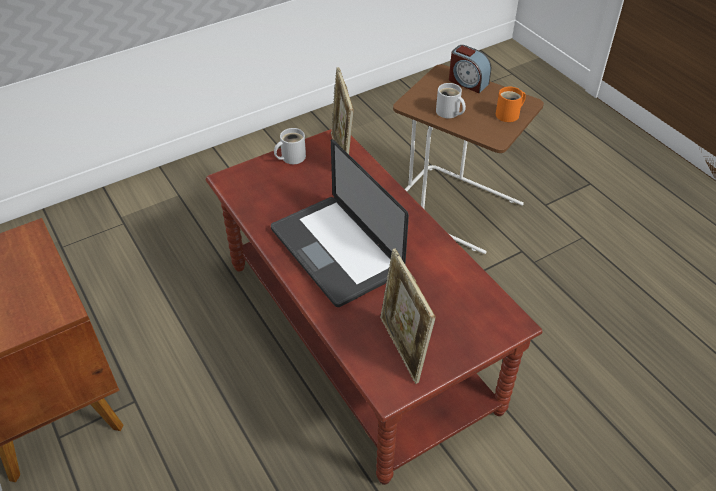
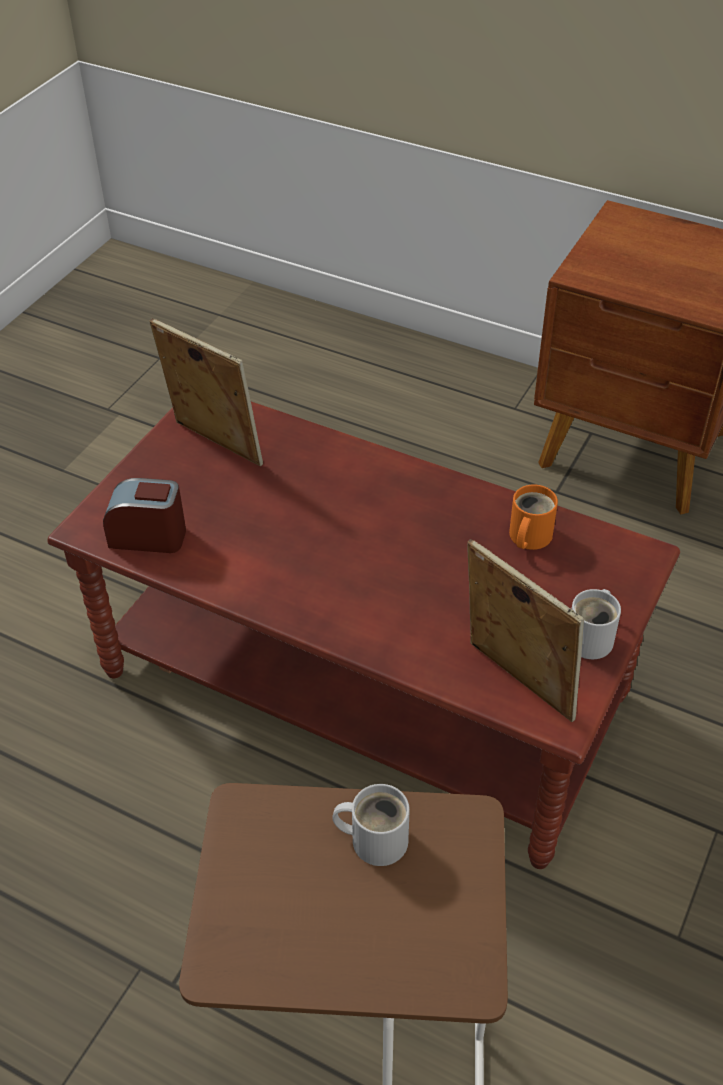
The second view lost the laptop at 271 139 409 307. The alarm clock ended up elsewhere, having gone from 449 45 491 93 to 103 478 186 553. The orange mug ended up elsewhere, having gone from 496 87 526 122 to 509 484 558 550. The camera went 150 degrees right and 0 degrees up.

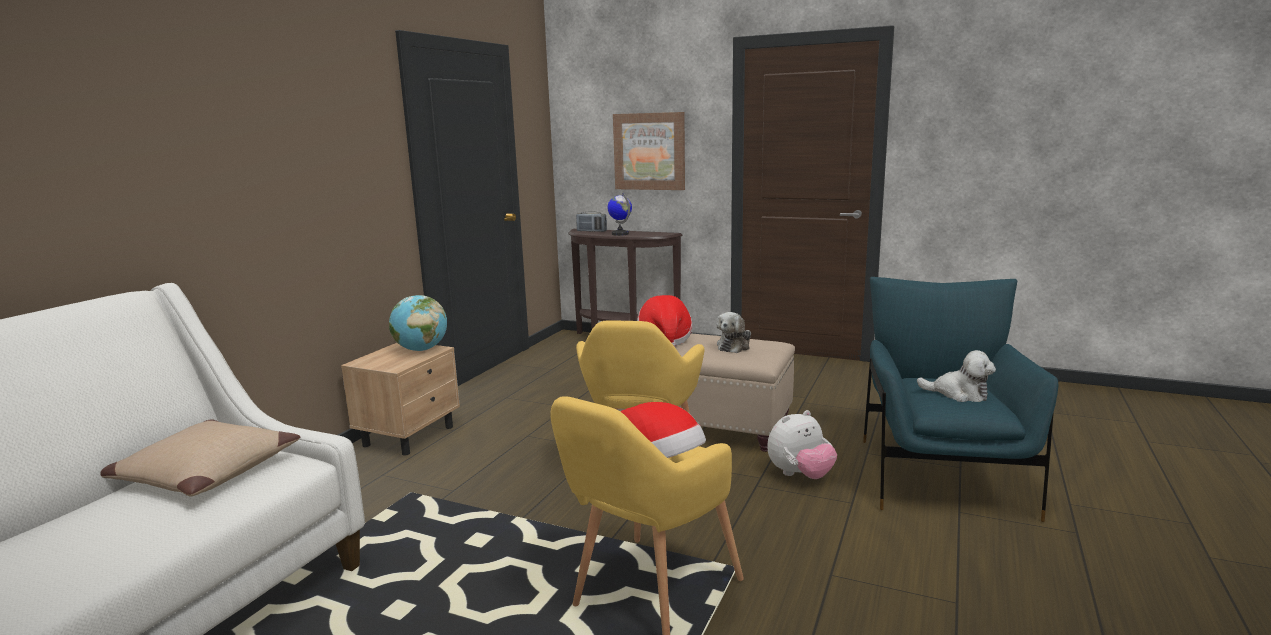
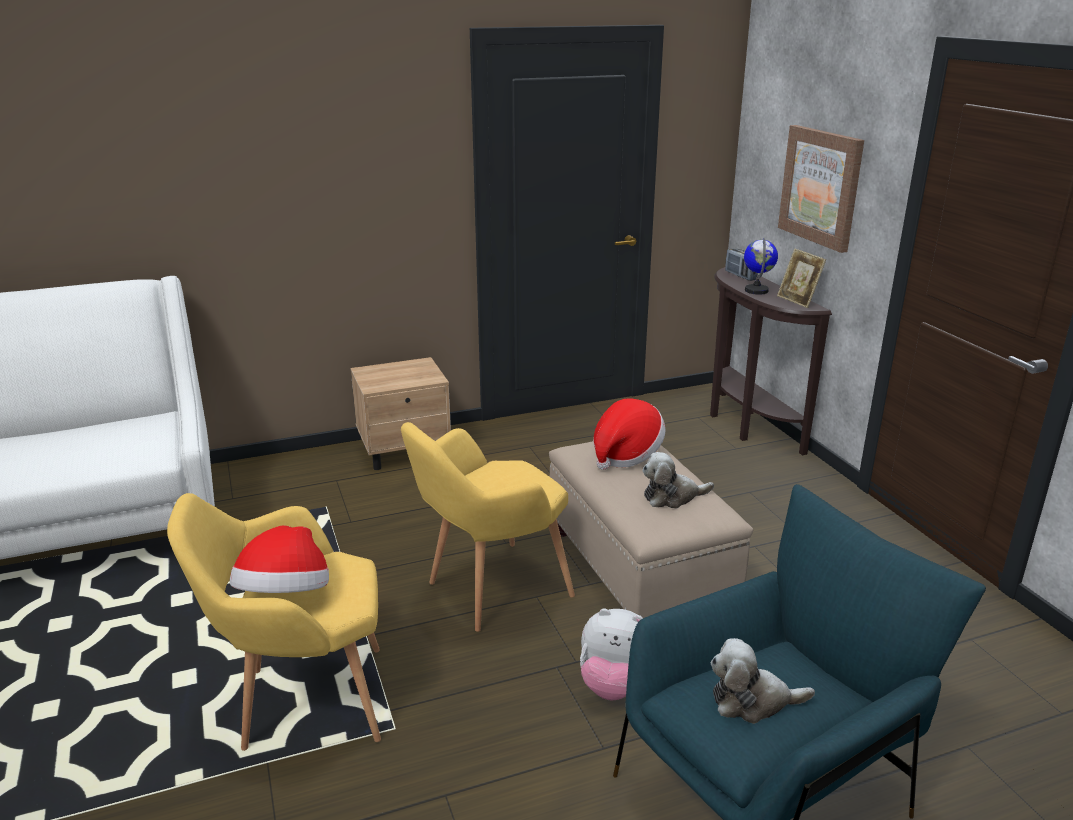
The second view lost the beige pillow at 100 419 300 496. The second view lost the globe at 389 295 447 351. The second view gained the picture frame at 777 248 826 308. The plush toy at 917 350 996 402 ended up facing another way, 105 degrees clockwise from before. The camera went 45 degrees right and 10 degrees up.

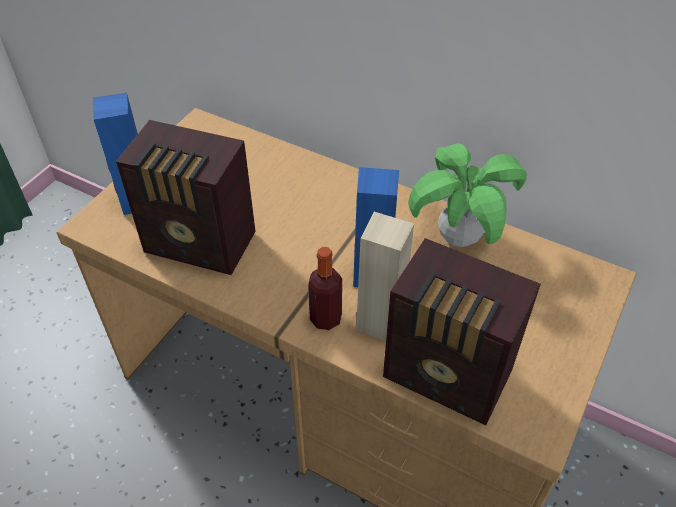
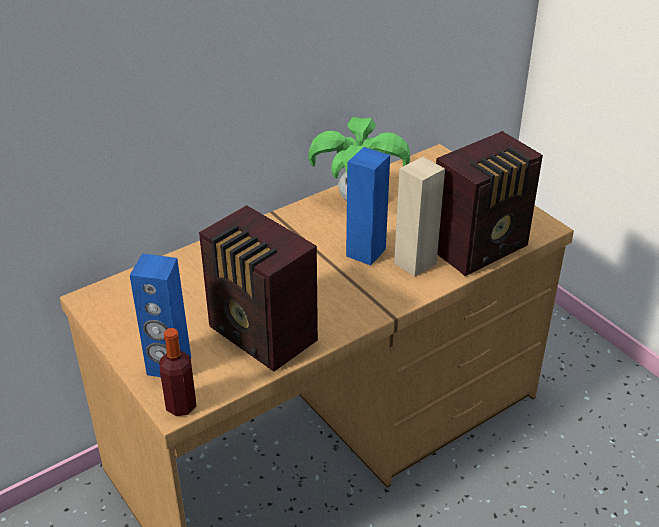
The bottle ended up elsewhere, having gone from 308 247 342 330 to 159 328 197 416. The radio at 116 120 255 275 ended up facing another way, 90 degrees clockwise from before. The camera went 65 degrees left and 10 degrees down.

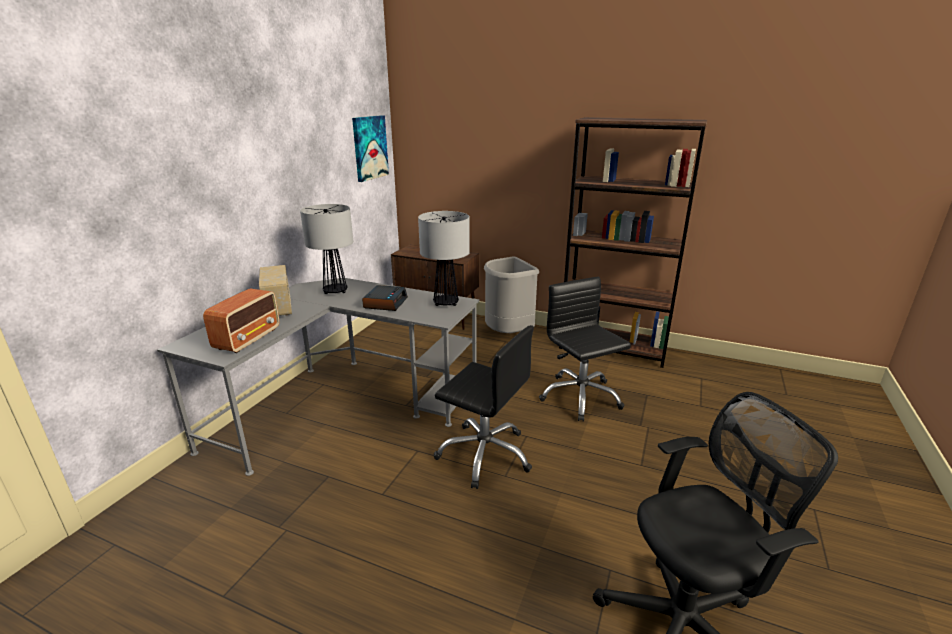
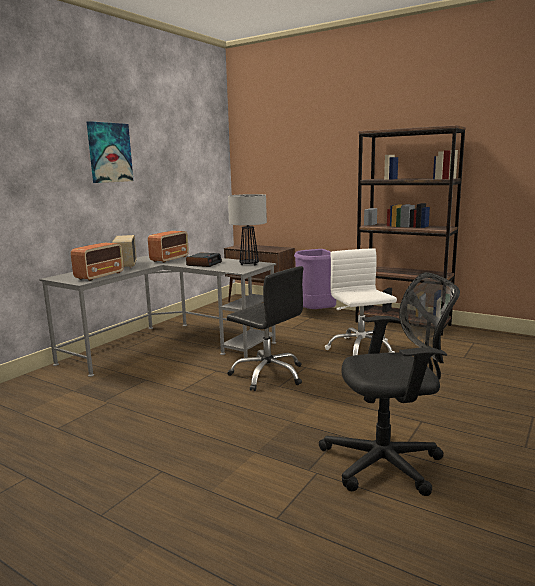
The picture ended up elsewhere, having gone from 352 115 389 182 to 87 121 133 183. Where the table lamp stood at 300 204 353 294, the radio came to stand at 148 231 189 263. What was the grey trash can at 484 256 539 333 turned into the purple trash can at 294 249 336 309. What was the black office chair at 539 277 631 422 turned into the white office chair at 325 248 397 356. The camera went 10 degrees right and 10 degrees down.

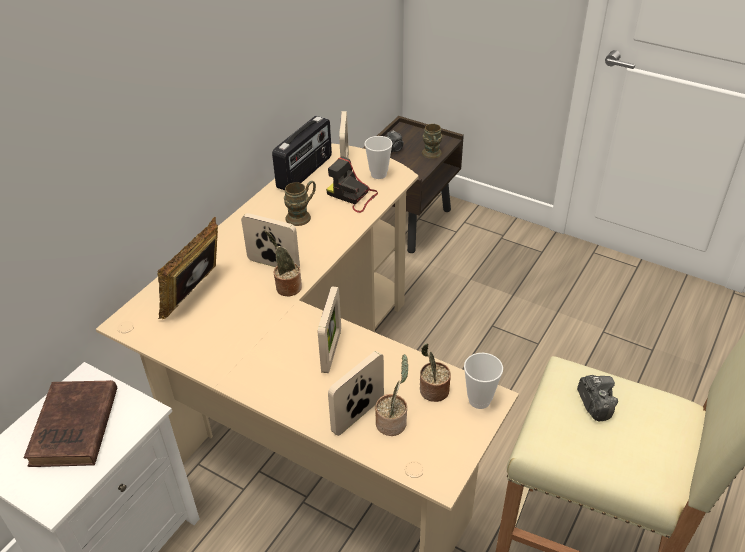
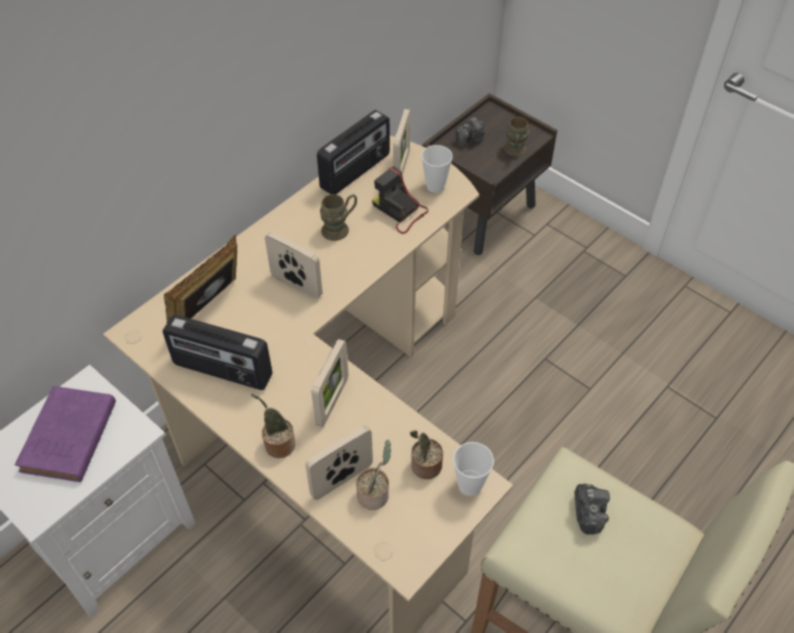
The second view gained the radio at 163 314 273 390. The potted plant ended up elsewhere, having gone from 265 231 302 297 to 251 394 295 458. What was the brown book at 24 380 117 467 turned into the purple book at 15 386 116 482. The camera went 10 degrees right and 10 degrees up.

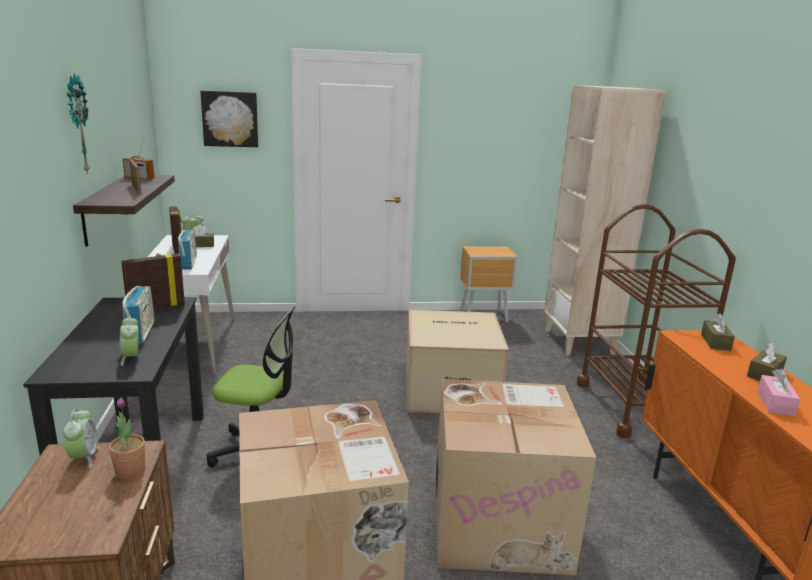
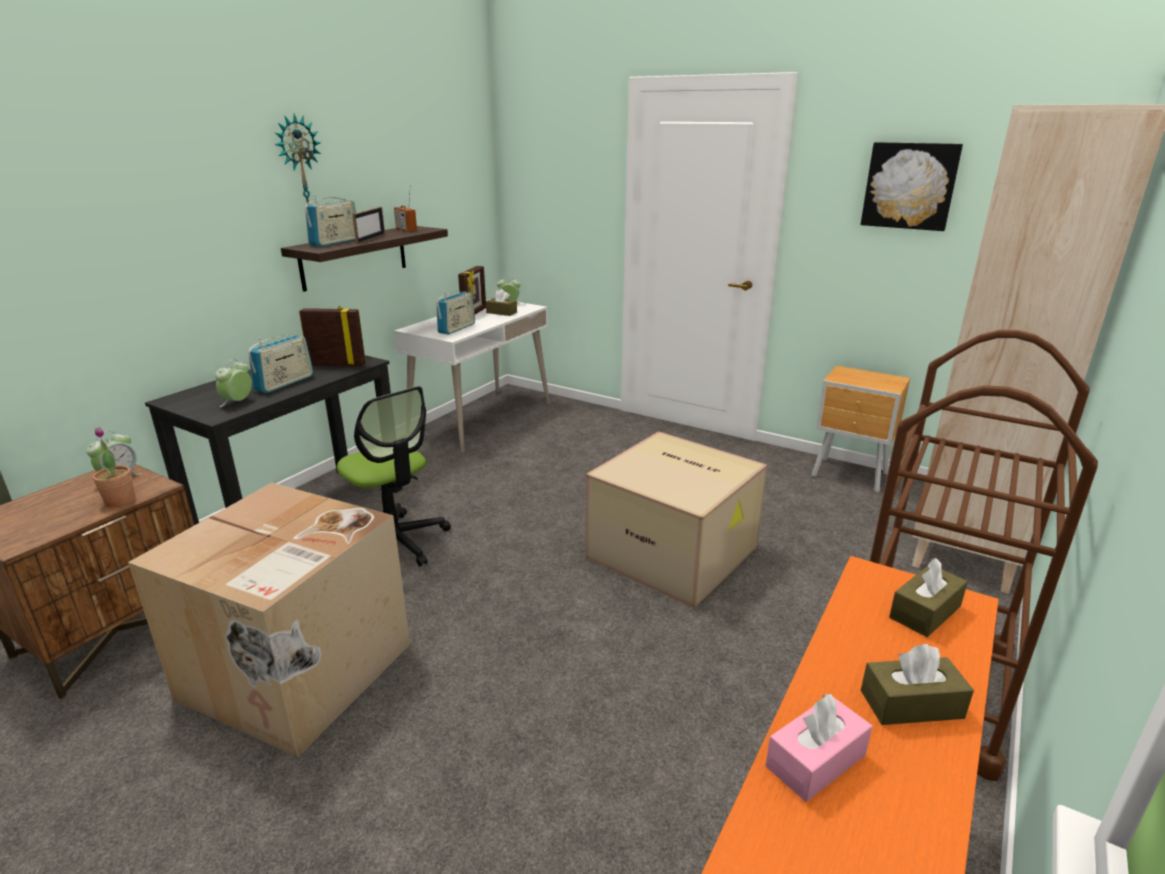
The second view lost the cardboard box at 435 379 596 575. The second view gained the radio at 305 194 356 247. The picture ended up elsewhere, having gone from 200 91 258 147 to 861 142 963 231. The camera went 40 degrees right and 5 degrees up.

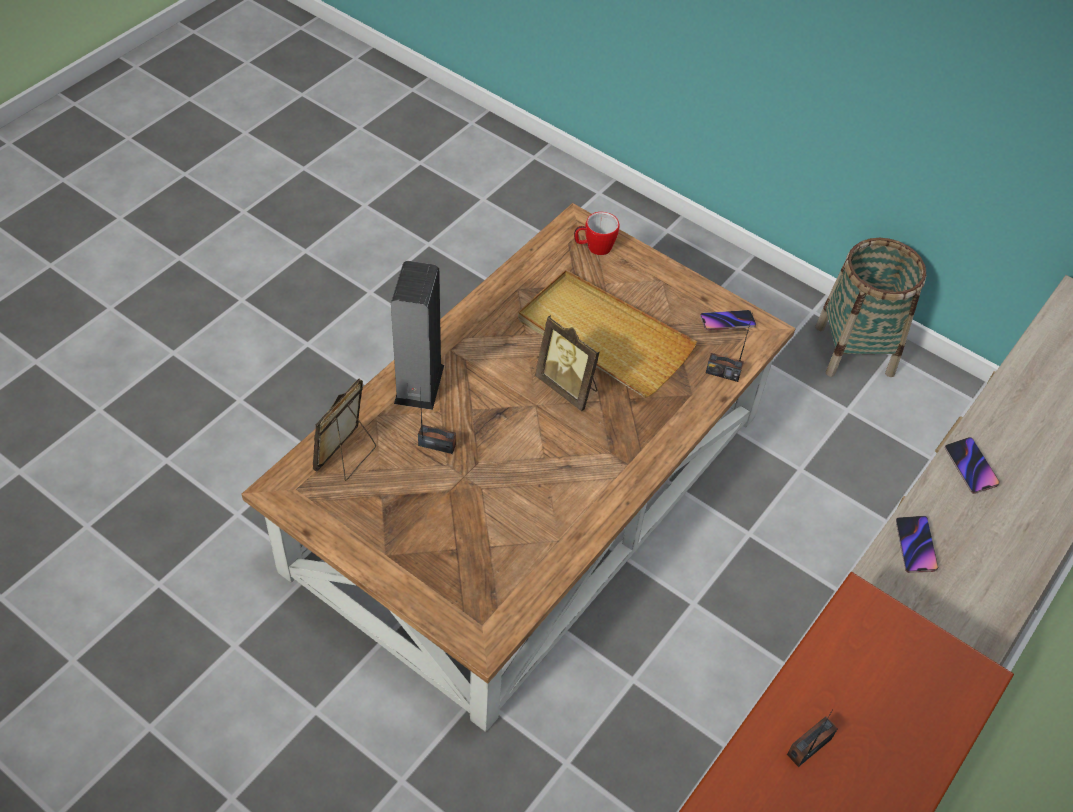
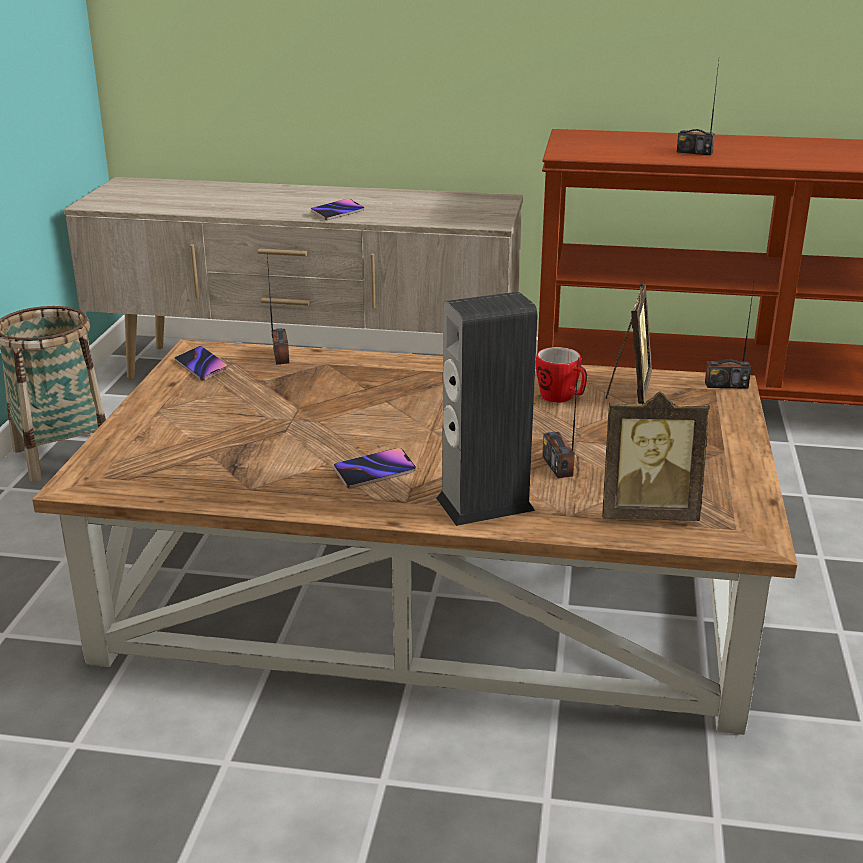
The second view lost the beige tray at 518 270 697 398. The second view gained the radio at 705 279 755 389. The picture frame ended up elsewhere, having gone from 535 315 600 411 to 605 284 652 404. The mug ended up elsewhere, having gone from 574 212 619 255 to 536 347 587 403. The phone ended up elsewhere, having gone from 896 516 938 573 to 334 448 416 489. The camera went 115 degrees left and 25 degrees down.

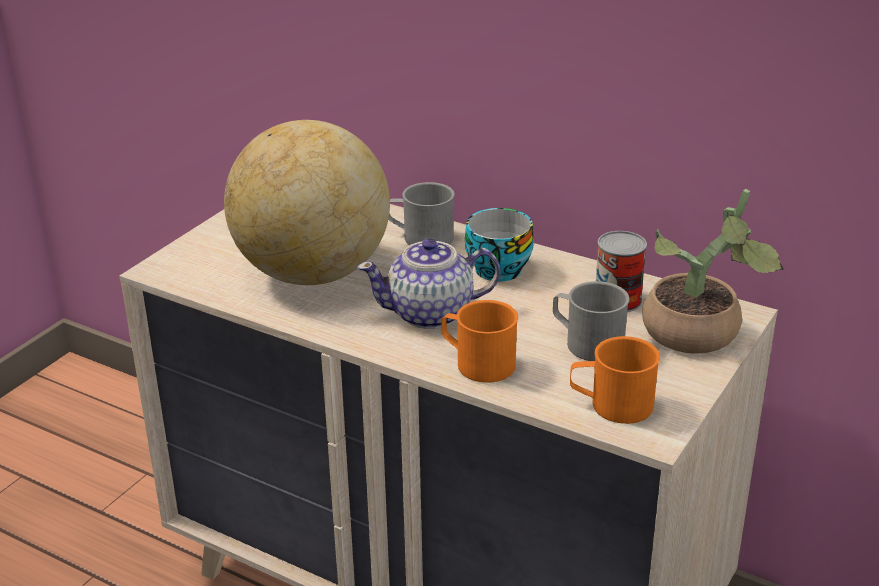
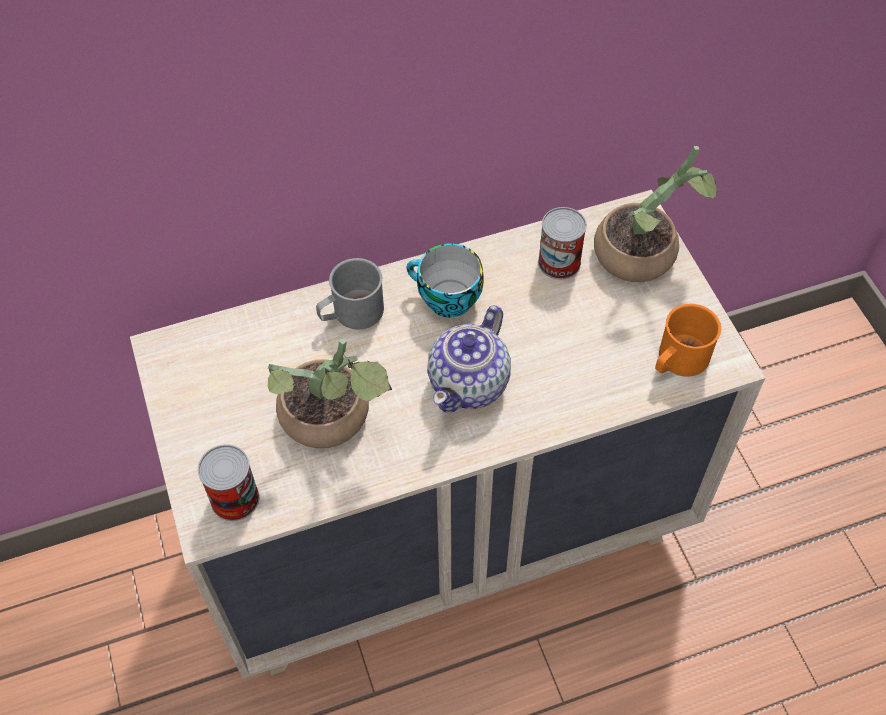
The second view lost the orange mug at 441 300 518 383. The second view lost the grey mug at 553 281 629 361. The second view gained the can at 198 445 259 521. Where the globe stood at 224 120 390 285, the potted plant came to stand at 268 338 392 448. The camera went 50 degrees left and 25 degrees up.

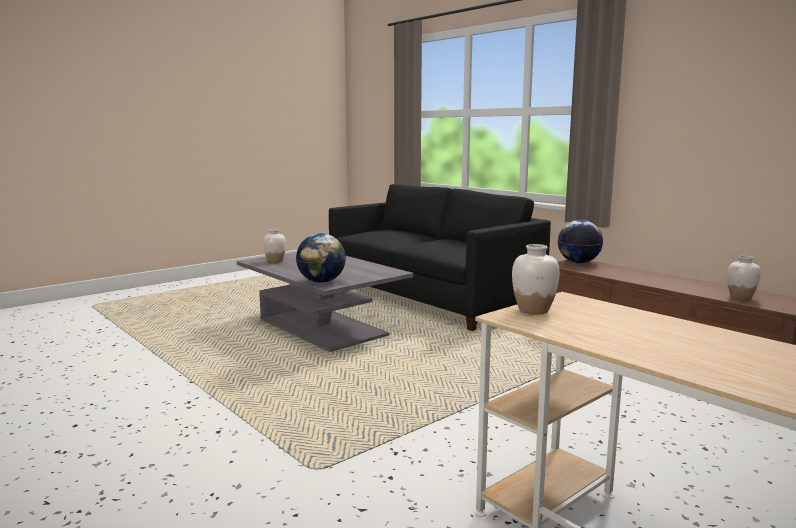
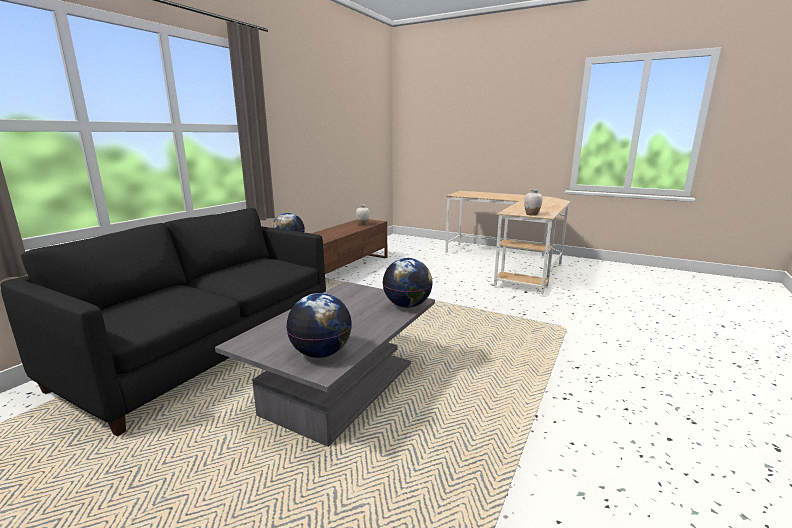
Where the white vase stood at 263 229 286 263, the globe came to stand at 287 293 352 358. The camera went 110 degrees left and 5 degrees up.

